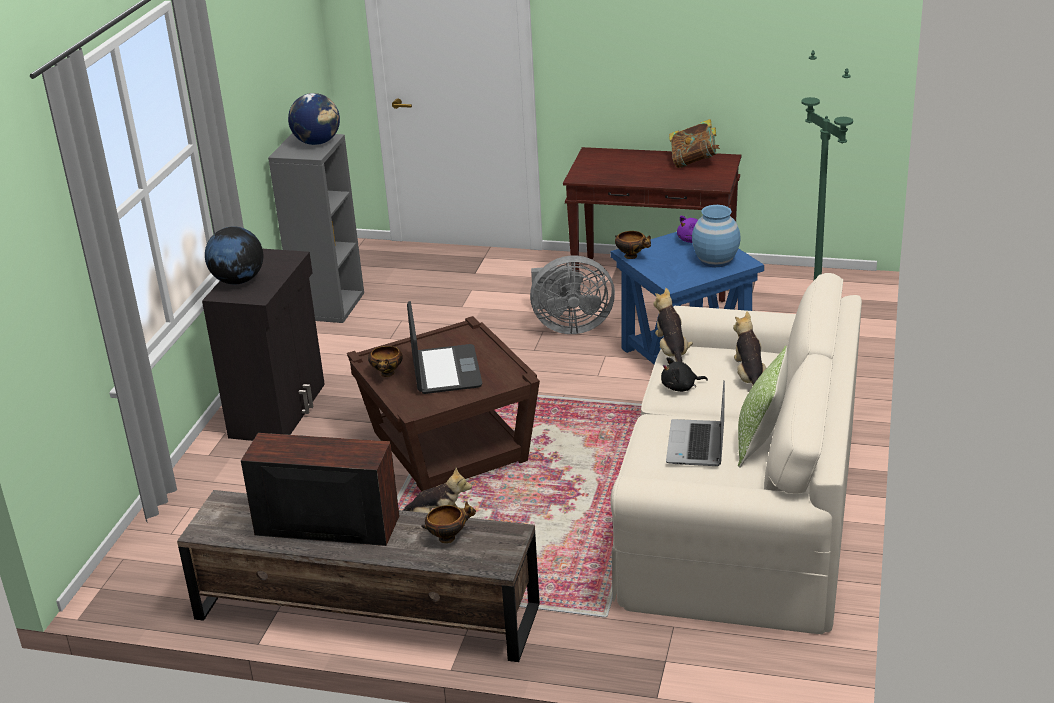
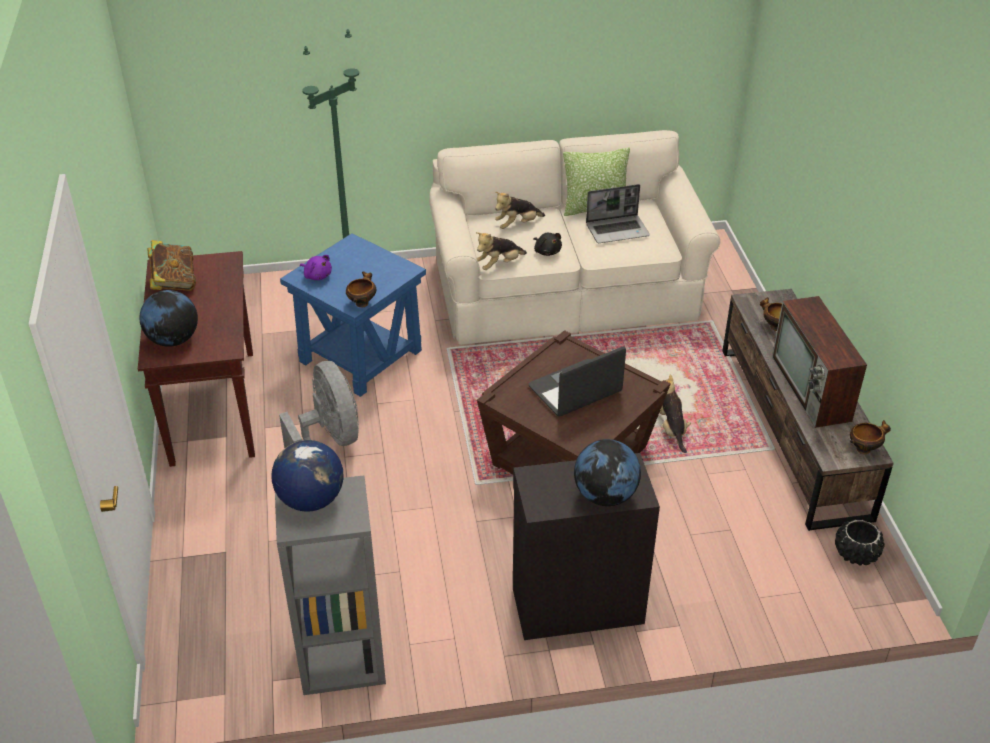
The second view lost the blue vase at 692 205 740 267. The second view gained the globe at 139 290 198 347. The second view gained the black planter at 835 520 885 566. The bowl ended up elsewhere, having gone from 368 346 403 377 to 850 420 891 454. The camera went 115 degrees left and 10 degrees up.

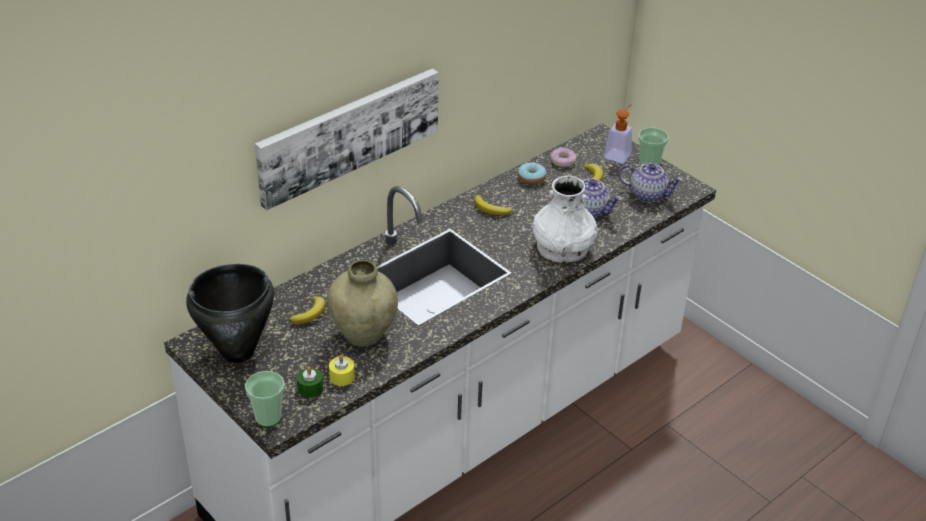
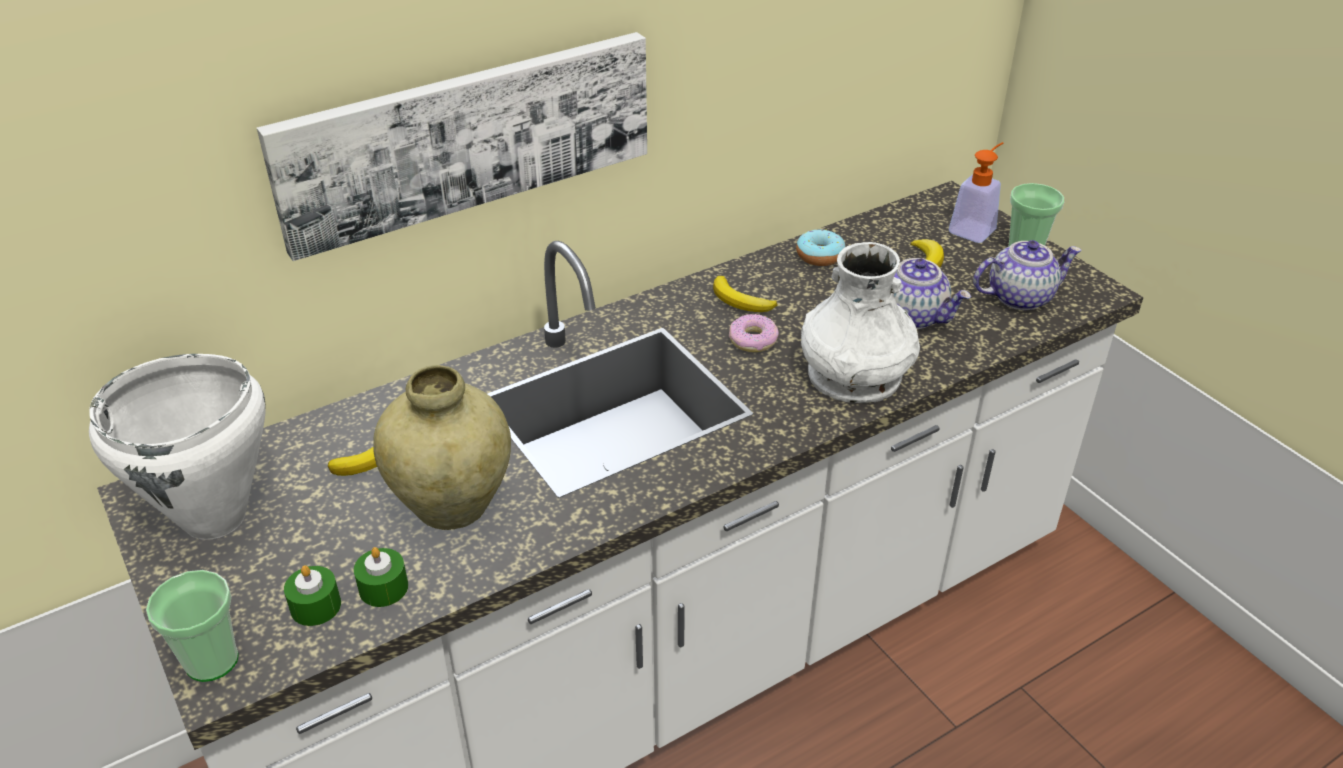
The donut ended up elsewhere, having gone from 551 147 577 167 to 729 314 779 352. What was the black cooking pot at 186 264 274 363 turned into the white cooking pot at 89 354 266 540. What was the yellow candle at 329 355 355 386 turned into the green candle at 354 547 408 607. The teapot at 619 163 683 203 ended up facing another way, 45 degrees counterclockwise from before. The camera went 10 degrees right and 0 degrees up.

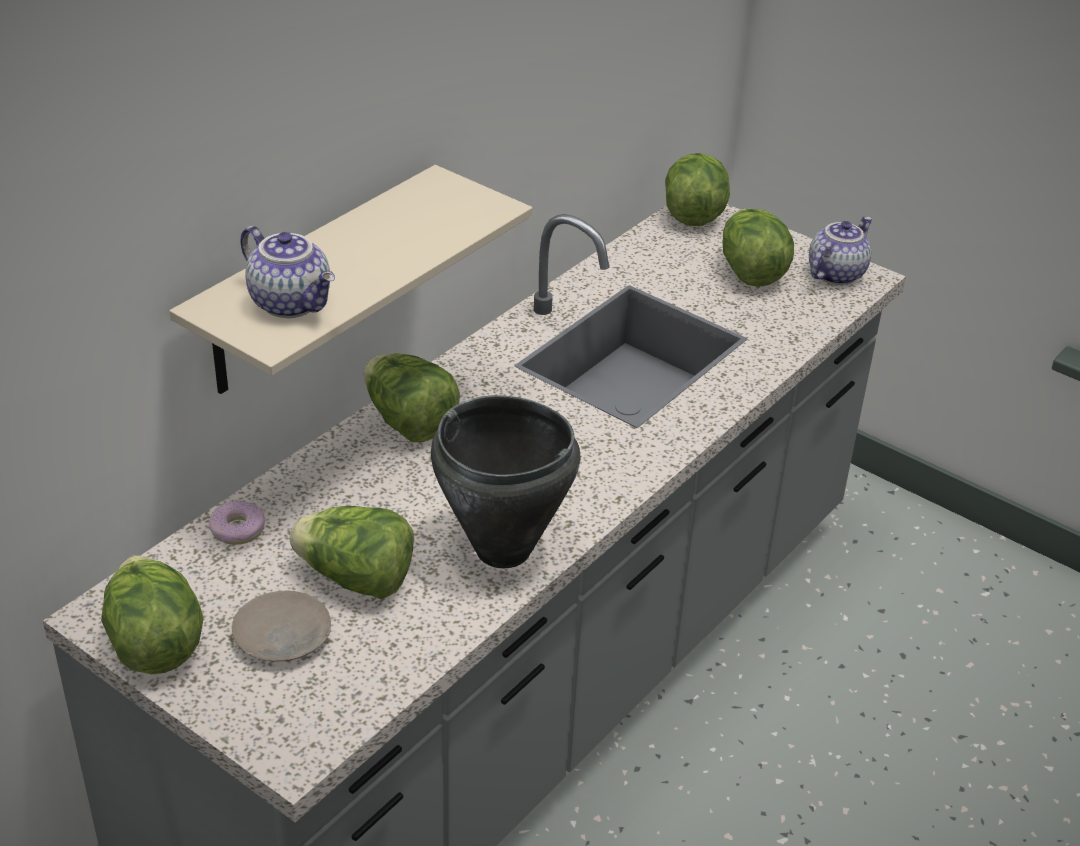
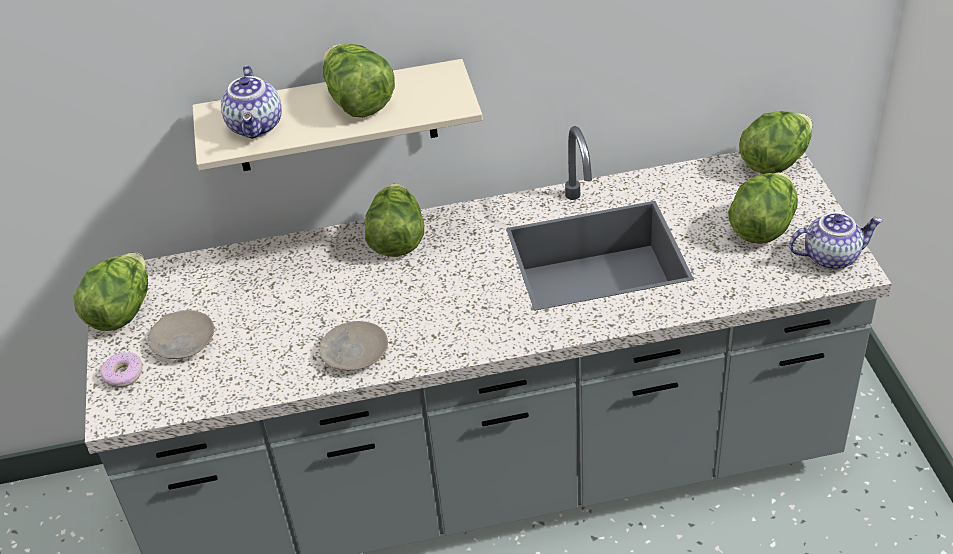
The donut ended up elsewhere, having gone from 209 500 265 545 to 100 352 143 388. The lettuce ended up elsewhere, having gone from 290 506 414 600 to 323 43 395 118. Where the black cooking pot stood at 431 396 581 568, the beige plate came to stand at 319 321 388 370. The camera went 45 degrees right and 5 degrees up.

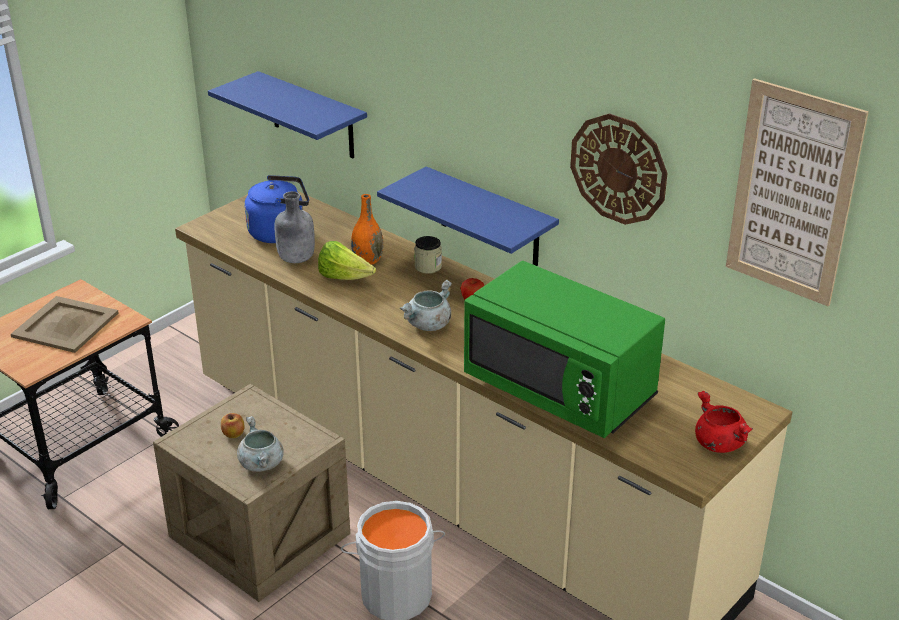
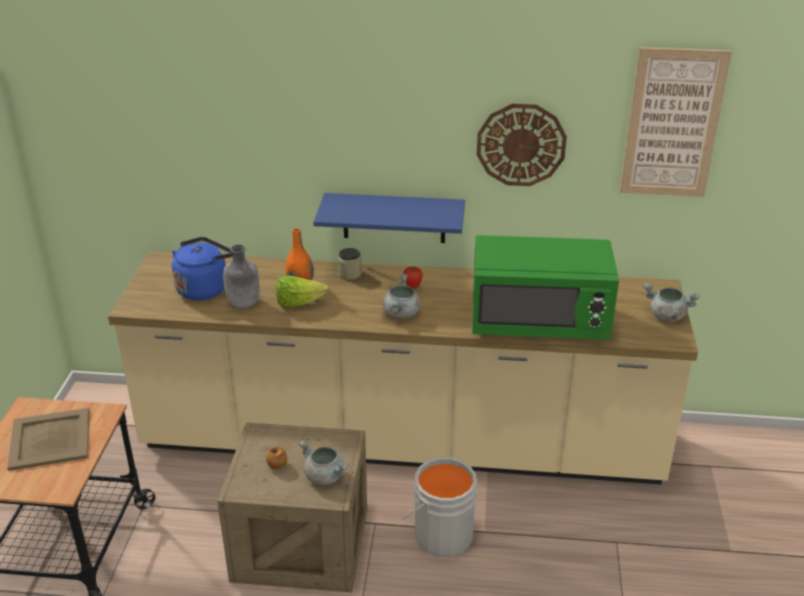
The second view lost the blue shelf at 208 71 367 158. What was the red cooking pot at 695 391 753 453 turned into the grey cooking pot at 643 283 700 322. The camera went 35 degrees left and 0 degrees up.

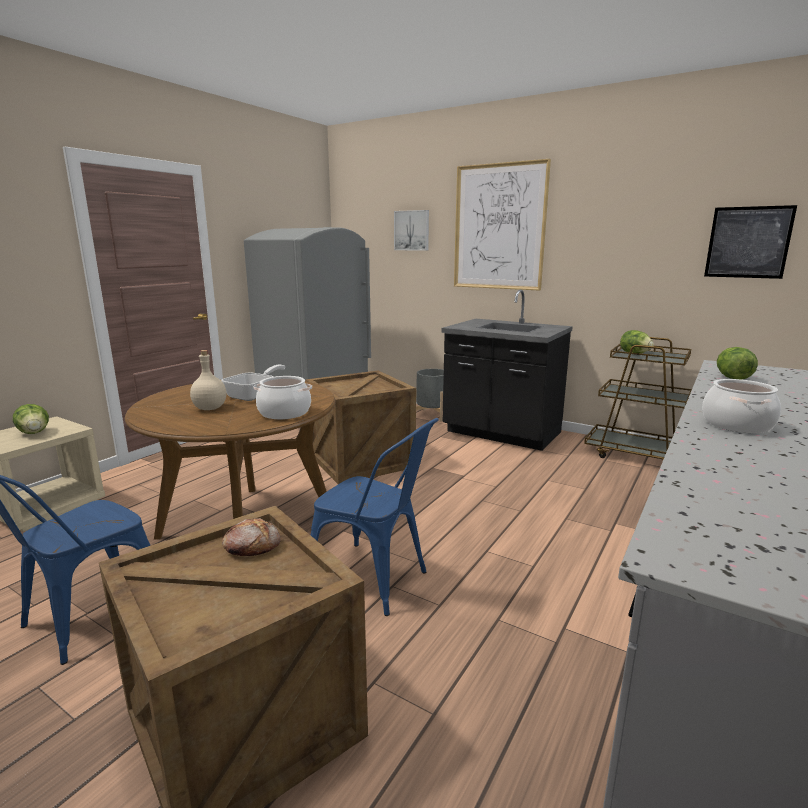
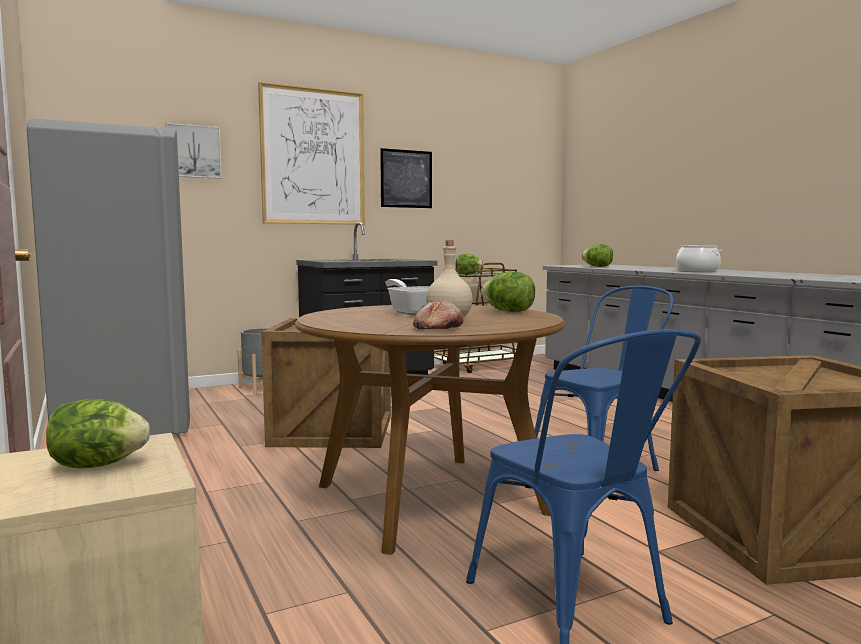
The bread ended up elsewhere, having gone from 222 518 281 556 to 413 299 463 329. The picture ended up elsewhere, having gone from 704 205 797 279 to 380 148 432 208. Where the cooking pot stood at 253 376 312 419, the lettuce came to stand at 481 271 535 312. The camera went 60 degrees left and 10 degrees down.

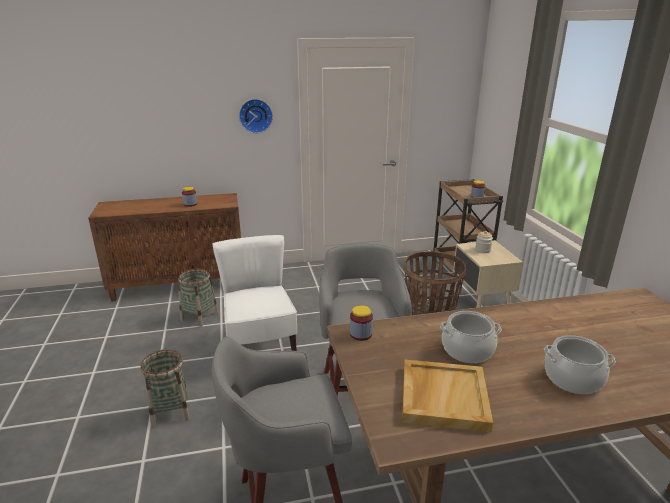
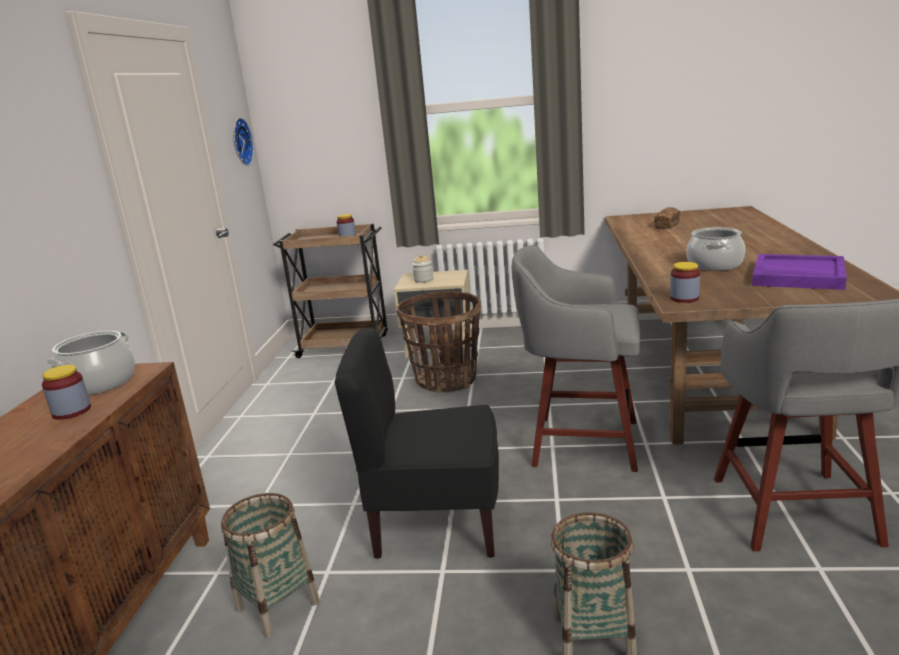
The second view gained the bread at 654 207 680 229. The wall clock ended up elsewhere, having gone from 239 99 273 133 to 233 118 254 166. The cooking pot ended up elsewhere, having gone from 544 335 616 394 to 47 331 135 395. What was the white chair at 213 235 297 351 turned into the black chair at 335 327 499 559. What was the beige tray at 402 360 493 432 turned into the purple tray at 752 254 847 290. The camera went 70 degrees left and 5 degrees down.

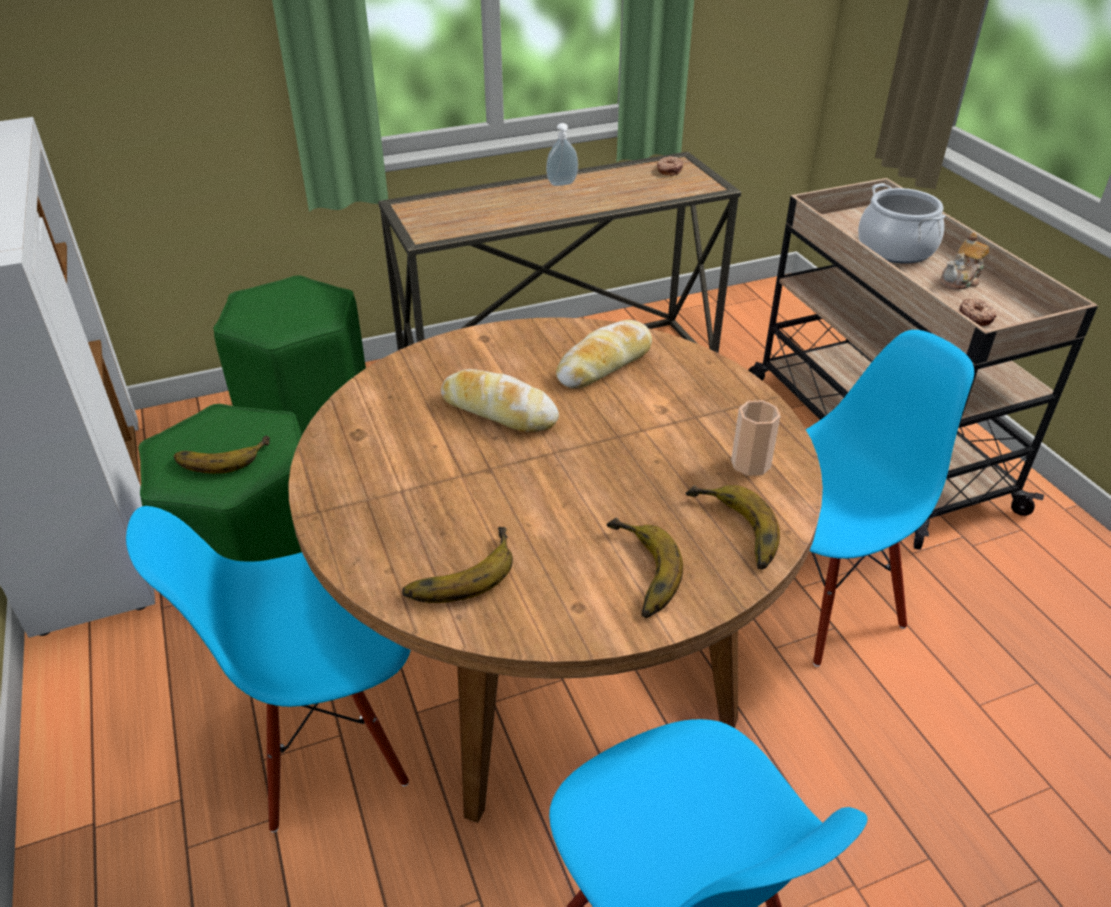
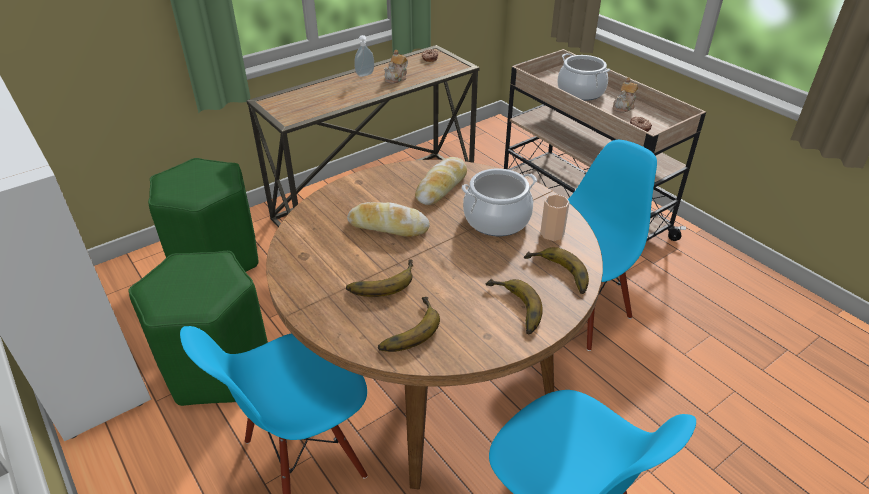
The second view gained the teapot at 384 50 408 83. The second view gained the cooking pot at 462 168 537 236. The banana ended up elsewhere, having gone from 174 435 270 474 to 346 259 413 297. The camera went 15 degrees left and 0 degrees up.

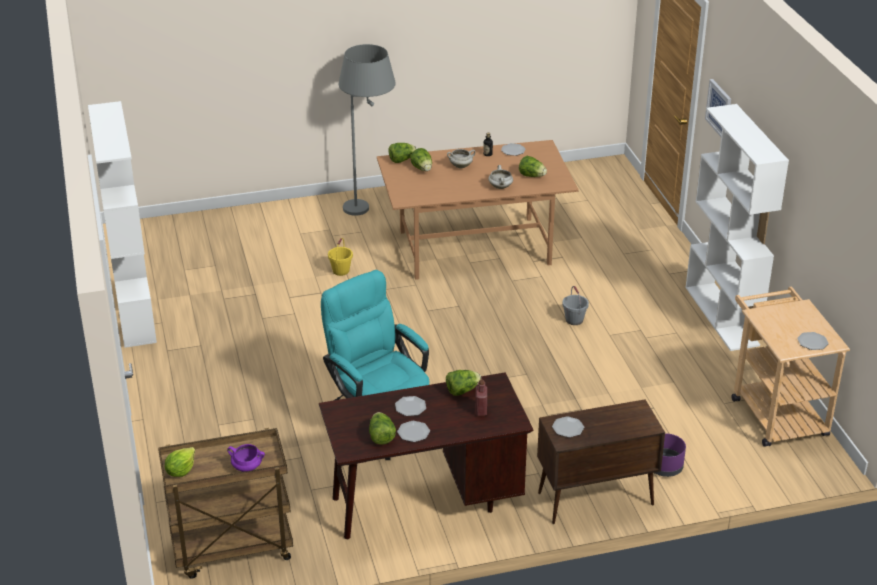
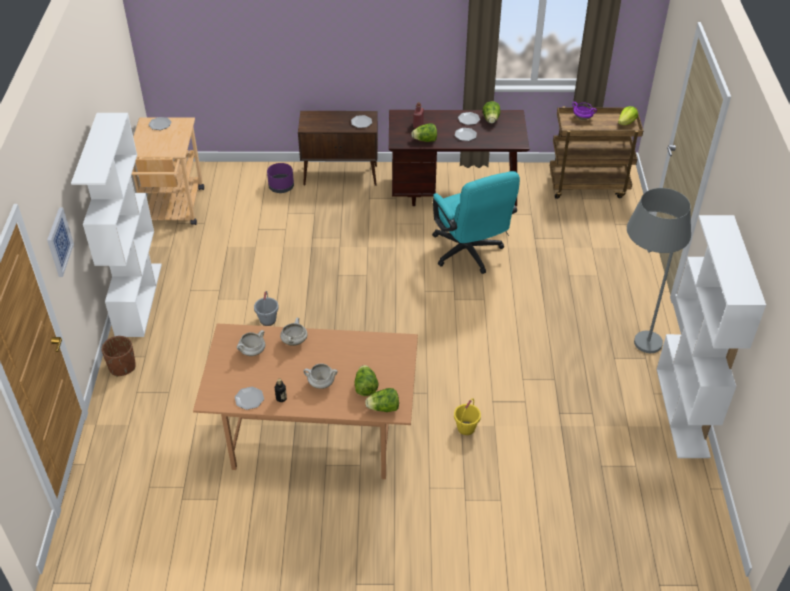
The second view gained the brown planter at 101 336 136 377. The grey floor lamp ended up elsewhere, having gone from 339 44 395 216 to 627 188 691 353. Where the lettuce stood at 519 156 547 177, the white cooking pot came to stand at 237 330 265 356. The camera went 165 degrees left and 10 degrees up.

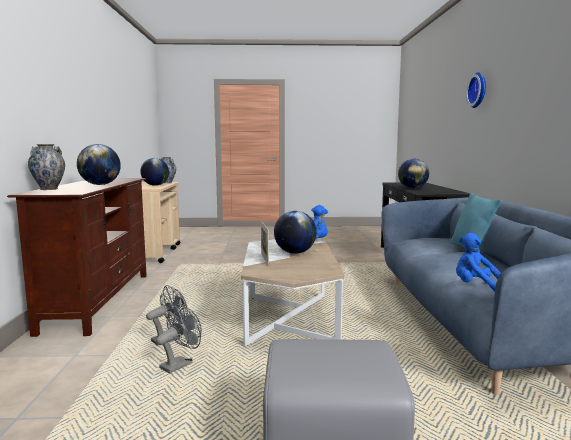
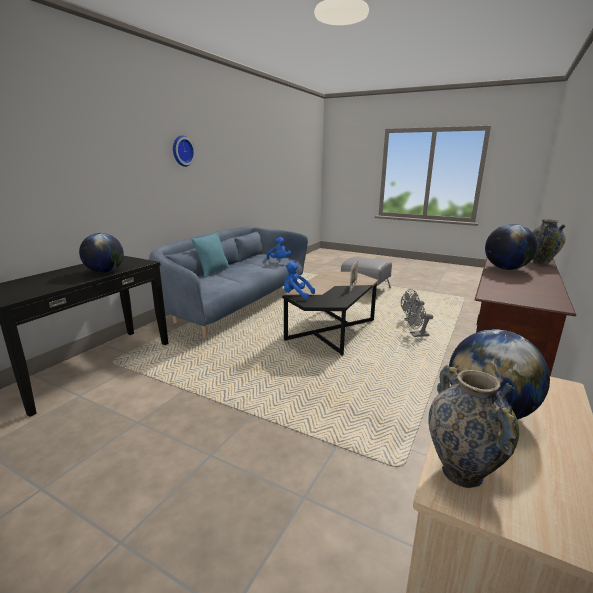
The second view lost the globe at 274 211 317 254. The wall clock ended up elsewhere, having gone from 466 72 486 108 to 173 135 195 167. What was the white coffee table at 241 239 344 347 turned into the black coffee table at 282 272 378 356. The camera went 150 degrees left and 10 degrees up.

